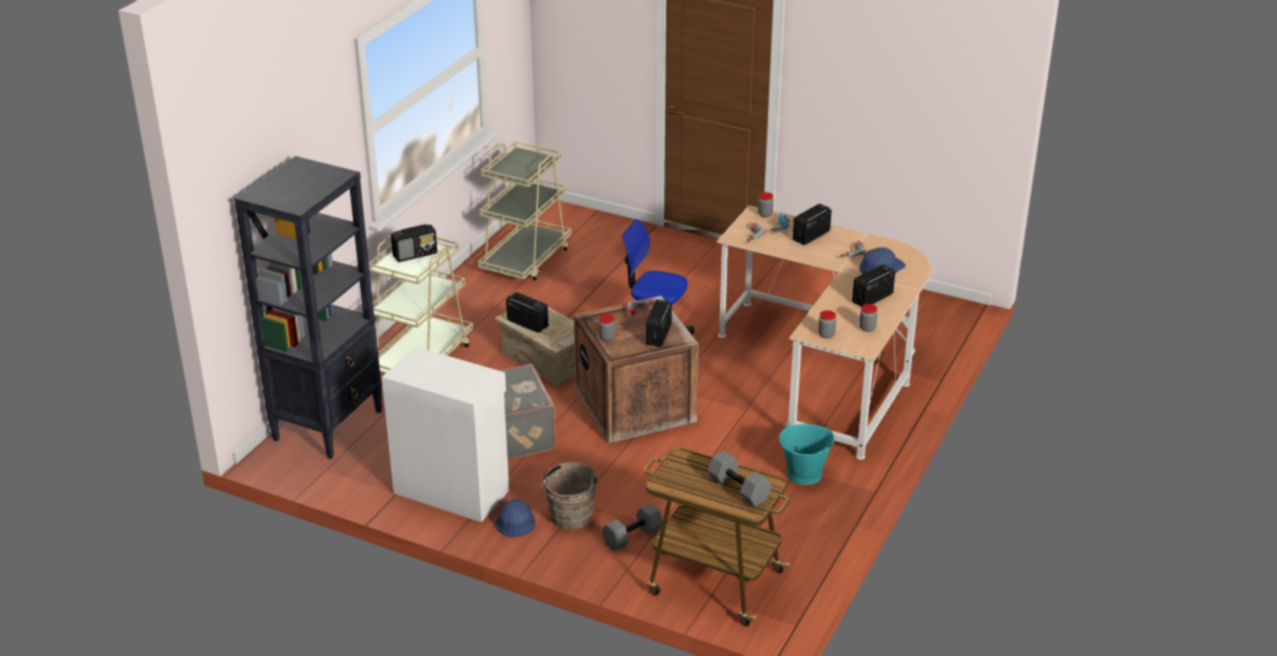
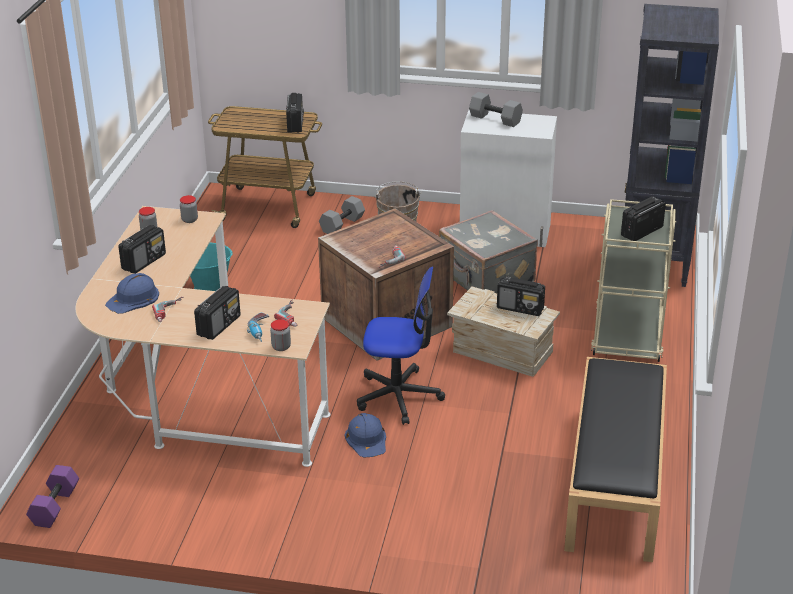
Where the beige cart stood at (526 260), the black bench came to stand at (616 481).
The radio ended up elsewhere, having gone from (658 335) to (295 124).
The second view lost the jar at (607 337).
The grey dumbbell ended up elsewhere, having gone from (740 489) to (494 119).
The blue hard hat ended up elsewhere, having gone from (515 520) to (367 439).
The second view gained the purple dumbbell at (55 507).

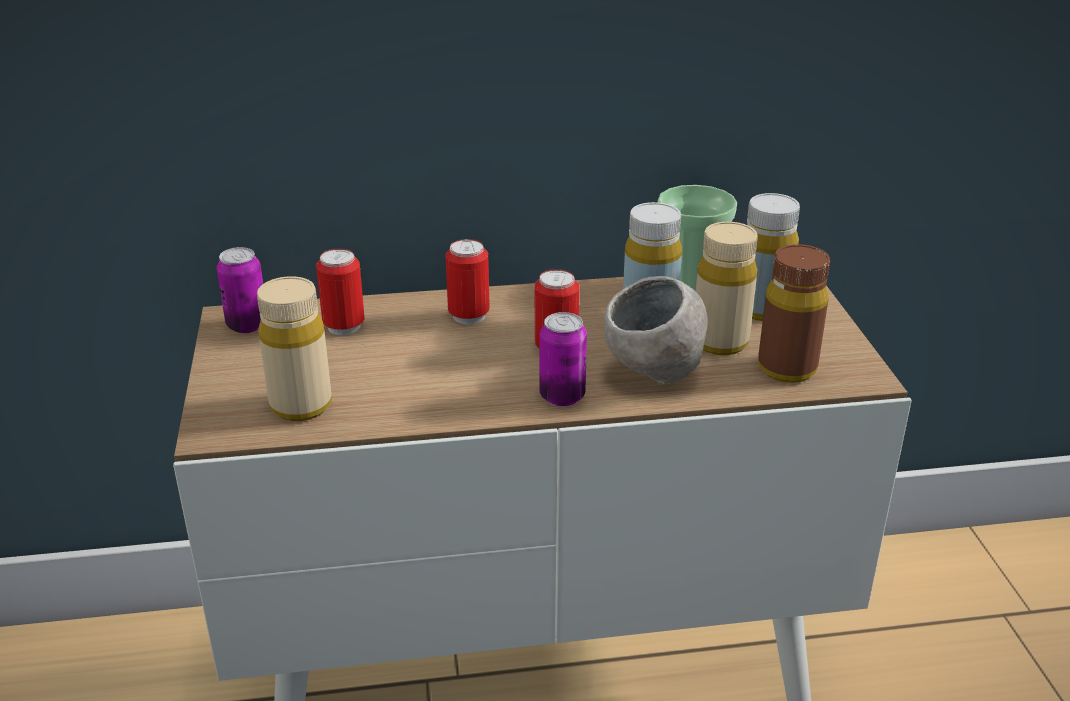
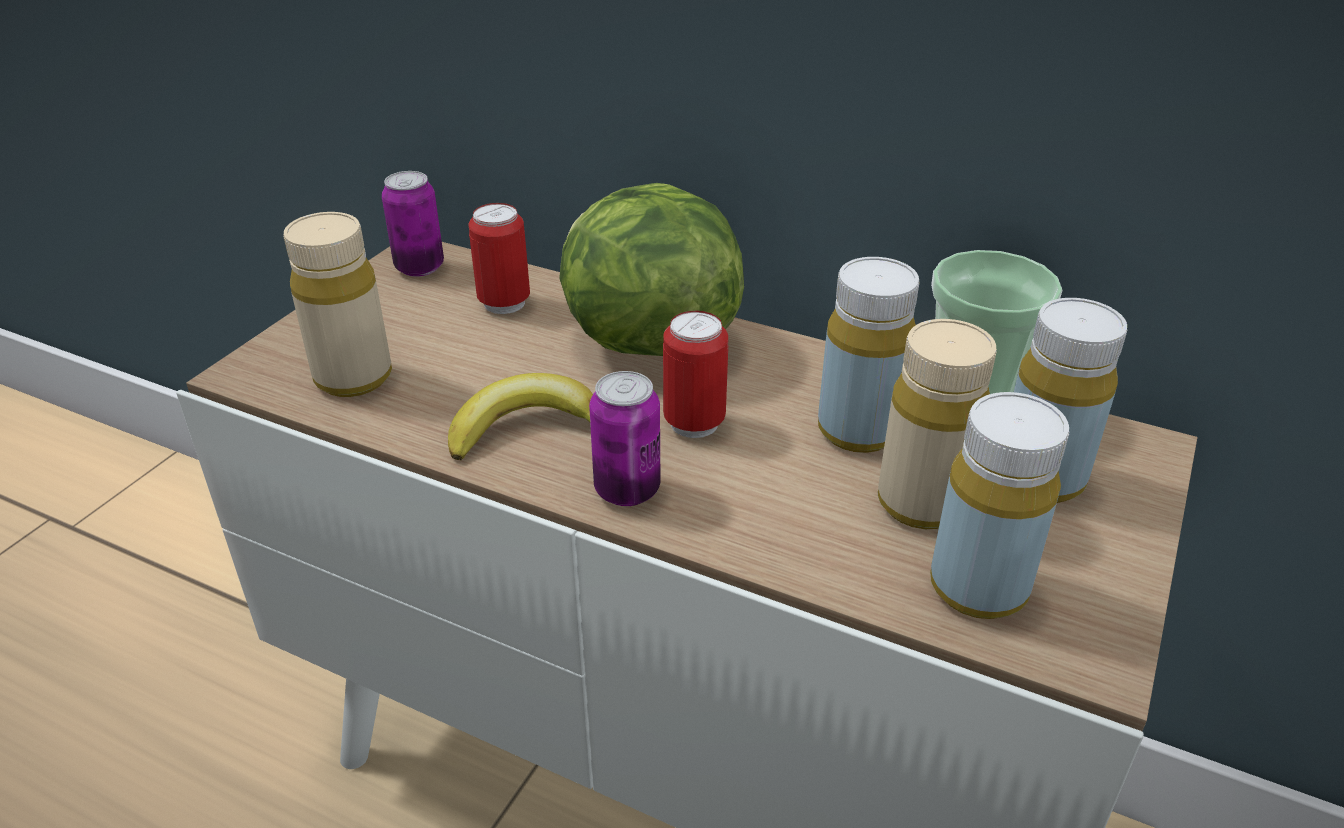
Where the can stood at (469 316), the lettuce came to stand at (646 340).
What was the brown bottle at (787 368) turned into the yellow bottle at (978 587).
The second view lost the grey bowl at (654 377).
The second view gained the banana at (527 430).

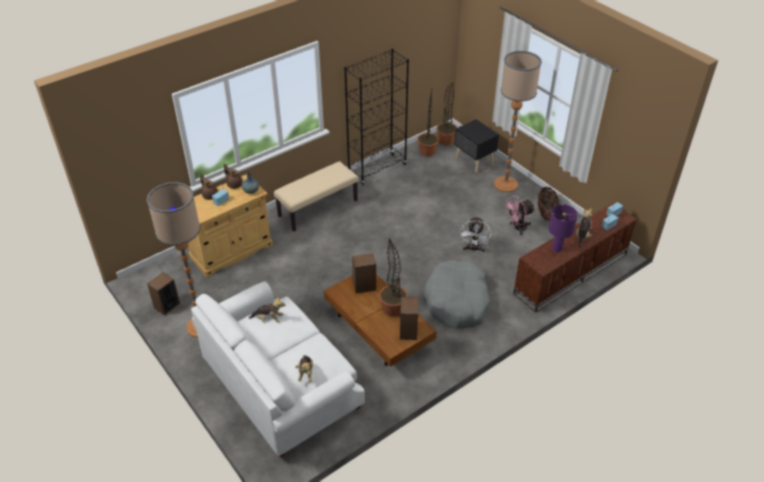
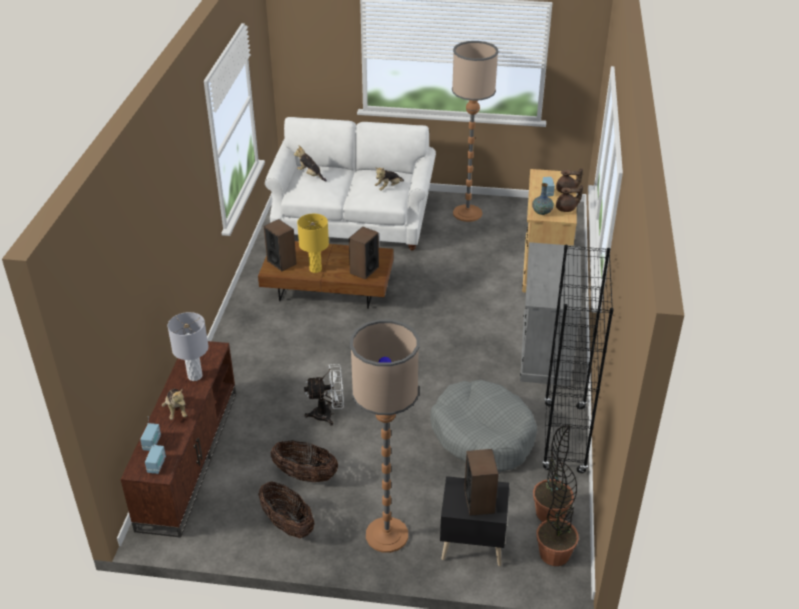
Where the beige bench stood at (318 208), the grey cabinet came to stand at (545 349).
Where the pink fan stood at (517 228), the basket came to stand at (305 475).
What was the purple table lamp at (557 249) turned into the grey table lamp at (194 376).
The white fan at (473 249) ended up facing another way, 120 degrees clockwise from before.
Where the potted plant stood at (393 309), the yellow table lamp came to stand at (315 269).
The grey dog bed ended up elsewhere, having gone from (457 302) to (483 435).
The speaker ended up elsewhere, having gone from (167 305) to (479 501).

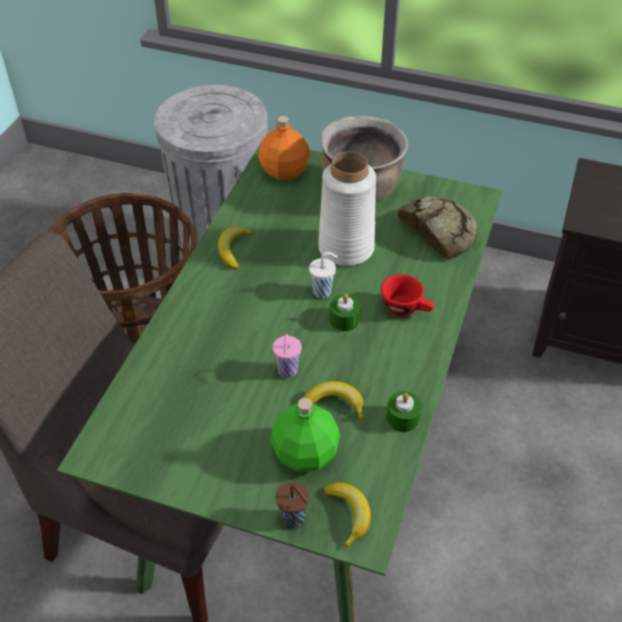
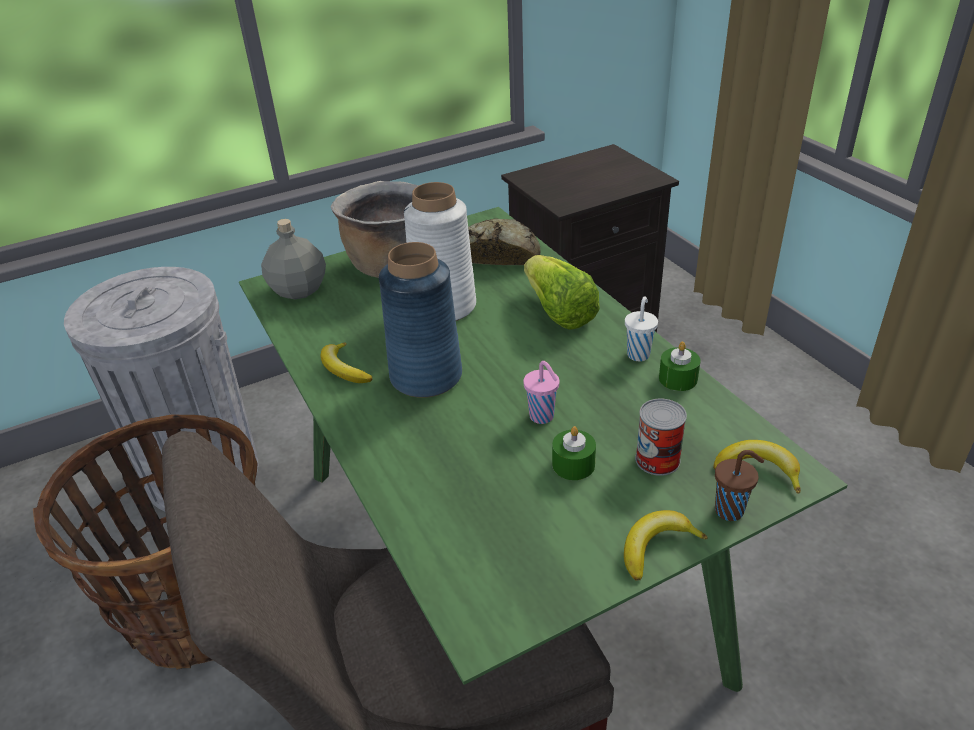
What was the orange bottle at (284 171) turned into the grey bottle at (299 290).
The white cup ended up elsewhere, having gone from (323 291) to (638 354).
Where the red cup stood at (406 309), the lettuce came to stand at (558 312).
The green candle ended up elsewhere, having gone from (344 319) to (573 464).
The banana ended up elsewhere, having gone from (334 404) to (656 547).
Where the green bottle stood at (305 454), the can came to stand at (657 459).
The second view gained the blue vase at (427 376).

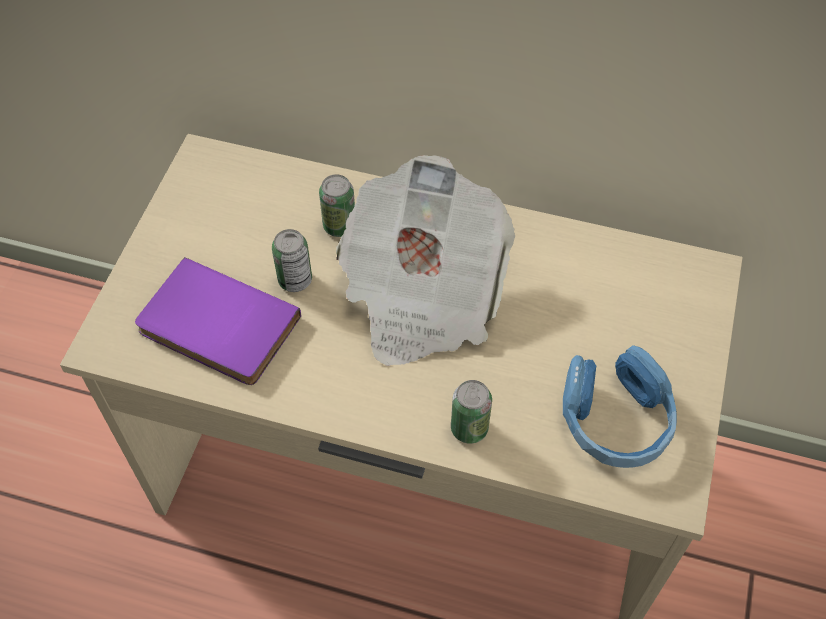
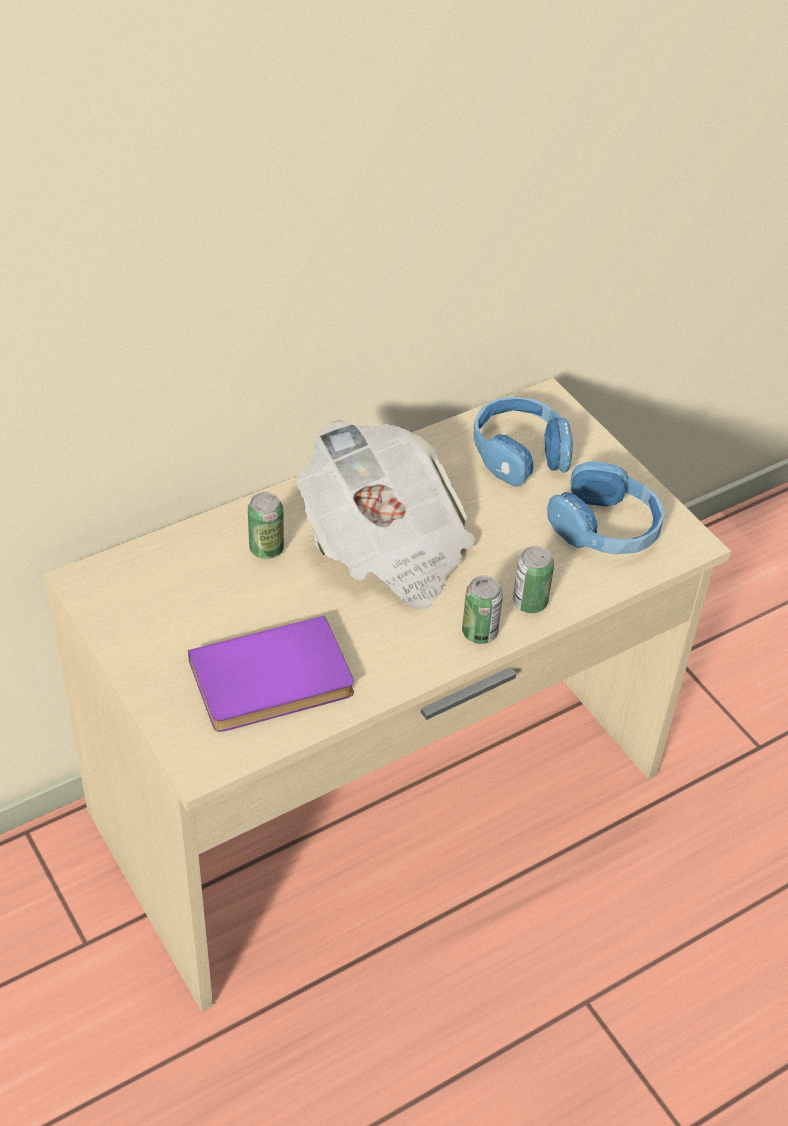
The can ended up elsewhere, having gone from (295 280) to (479 632).
The second view gained the blue headphones at (519 453).

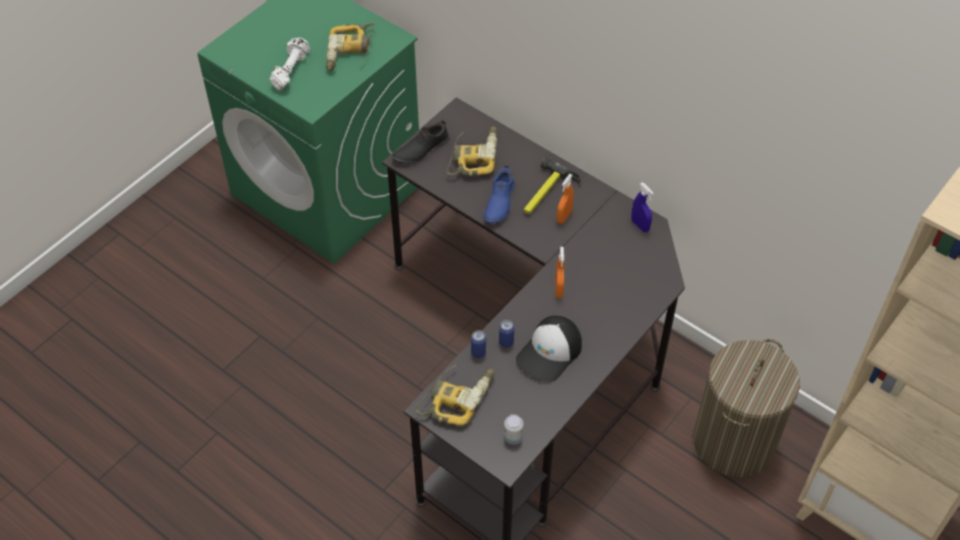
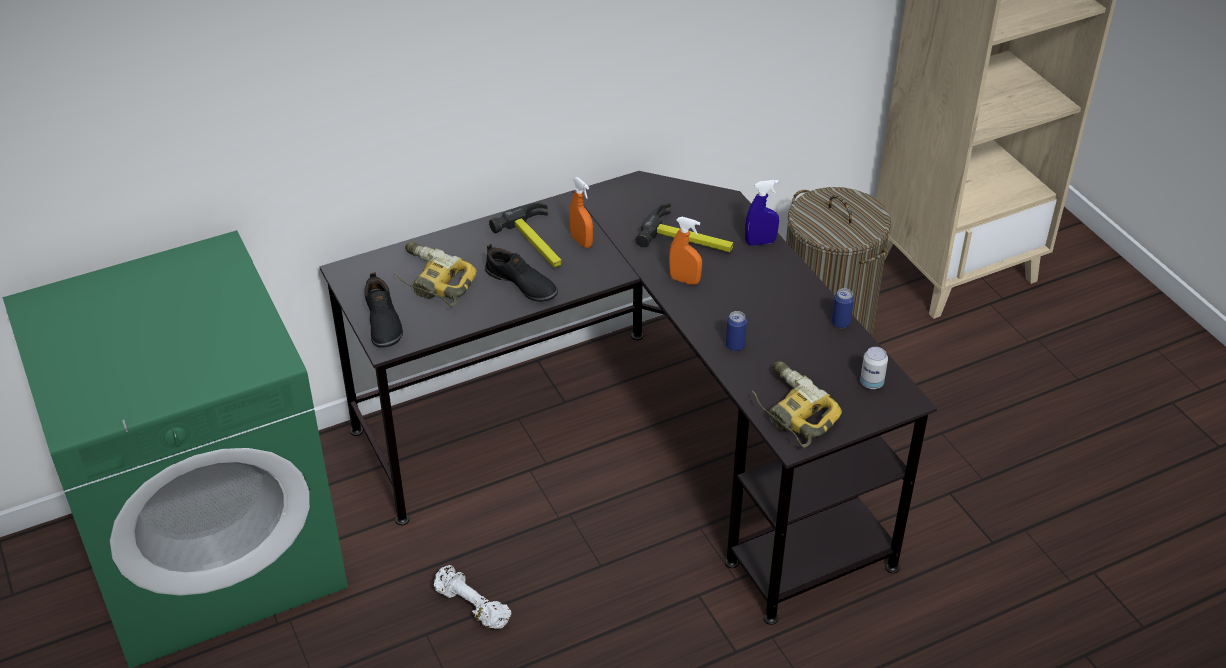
The second view lost the power drill at (350 52).
The white dumbbell ended up elsewhere, having gone from (290 70) to (471 607).
What was the blue shoe at (499 202) turned into the black shoe at (521 284).
The blue spray bottle ended up elsewhere, having gone from (640 225) to (760 242).
The second view lost the cap at (550 353).
The can ended up elsewhere, having gone from (478 353) to (840 323).
The second view gained the hammer at (689 239).

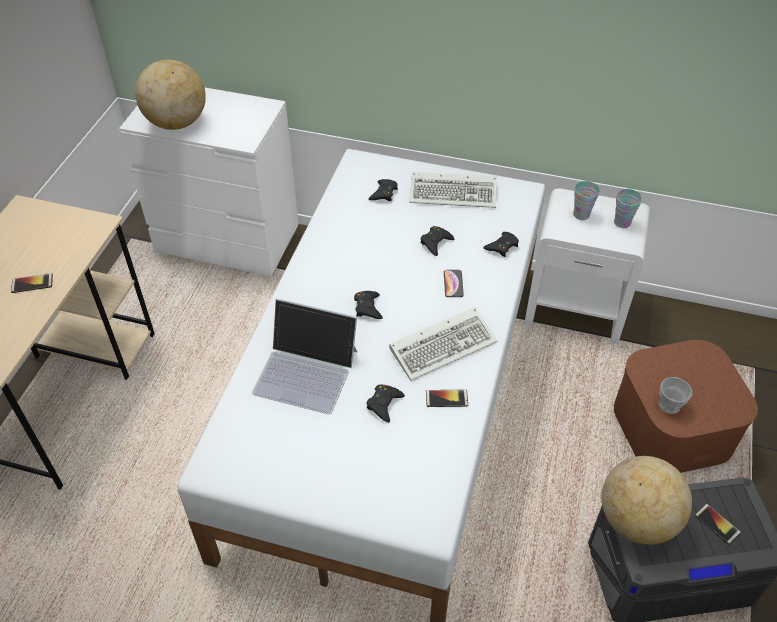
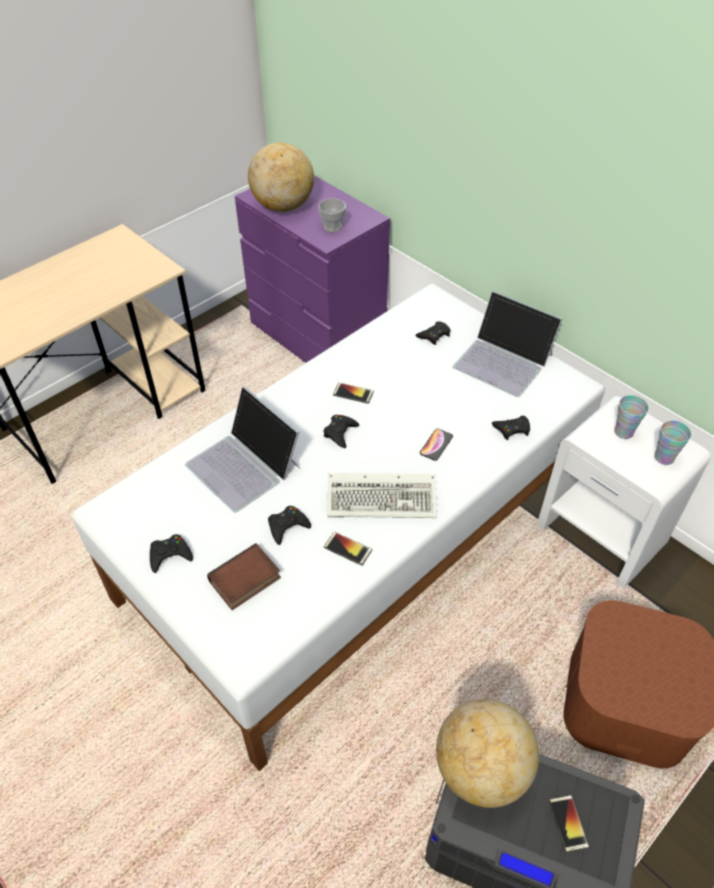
What was the white dresser at (228 240) turned into the purple dresser at (318 336).
Where the keyboard stood at (455 193), the laptop came to stand at (503 360).
The black game controller ended up elsewhere, having gone from (435 243) to (170 555).
The phone ended up elsewhere, having gone from (32 283) to (353 393).
The cup ended up elsewhere, having gone from (669 405) to (332 227).
The second view gained the book at (245 581).

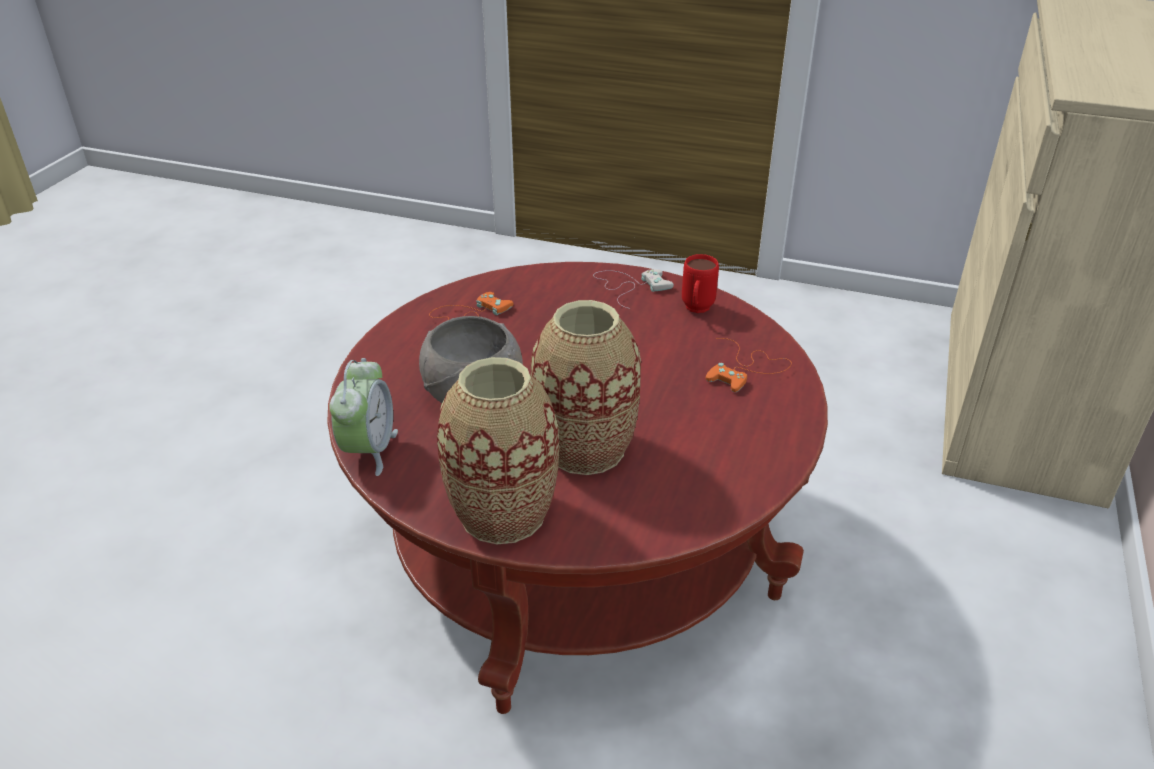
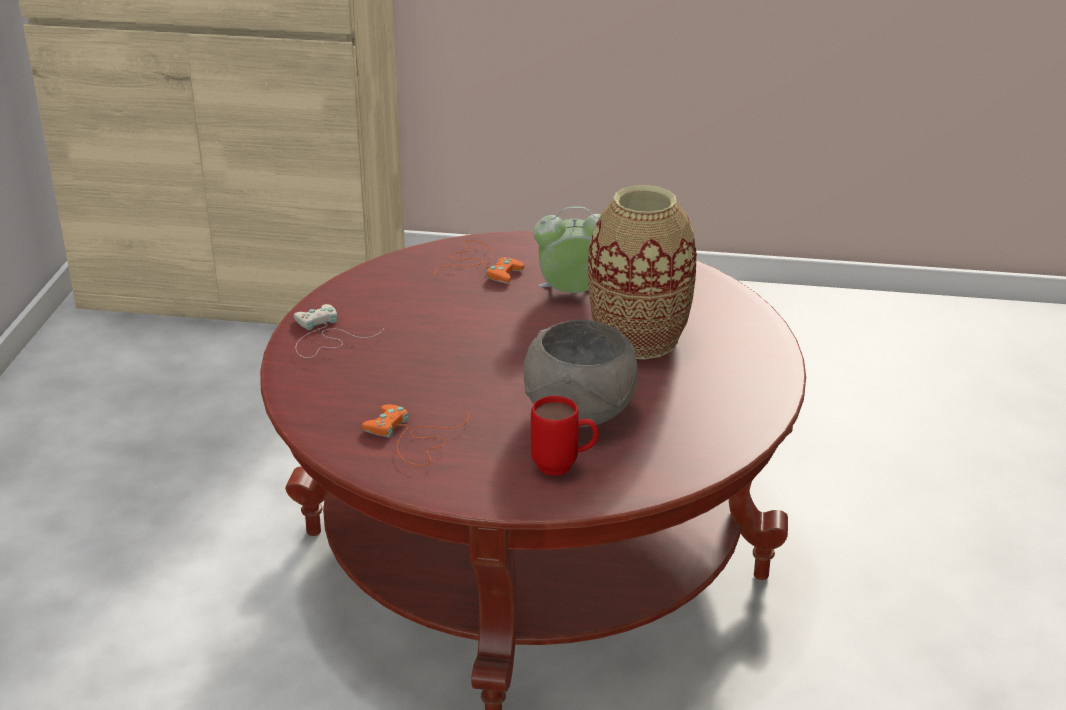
The red mug ended up elsewhere, having gone from (696 311) to (564 467).
The second view lost the vase at (502 513).
The alarm clock ended up elsewhere, having gone from (369 450) to (573 293).

